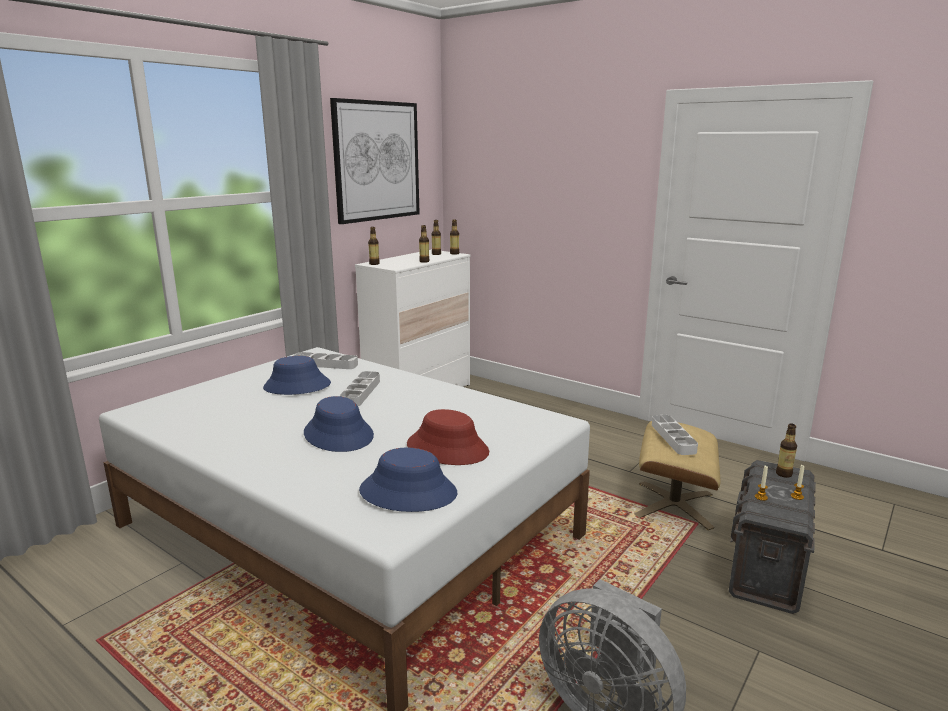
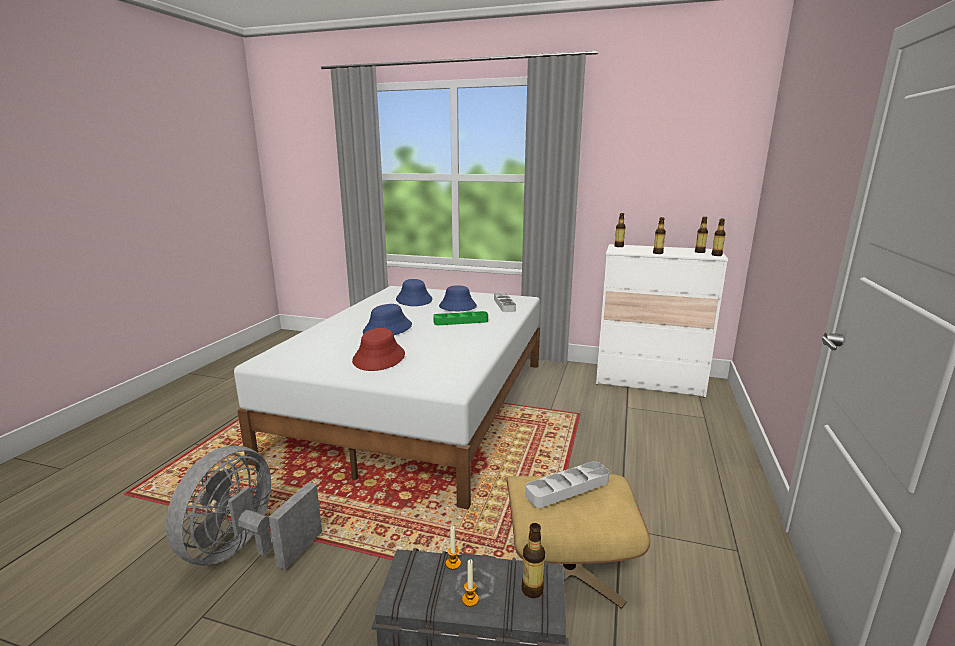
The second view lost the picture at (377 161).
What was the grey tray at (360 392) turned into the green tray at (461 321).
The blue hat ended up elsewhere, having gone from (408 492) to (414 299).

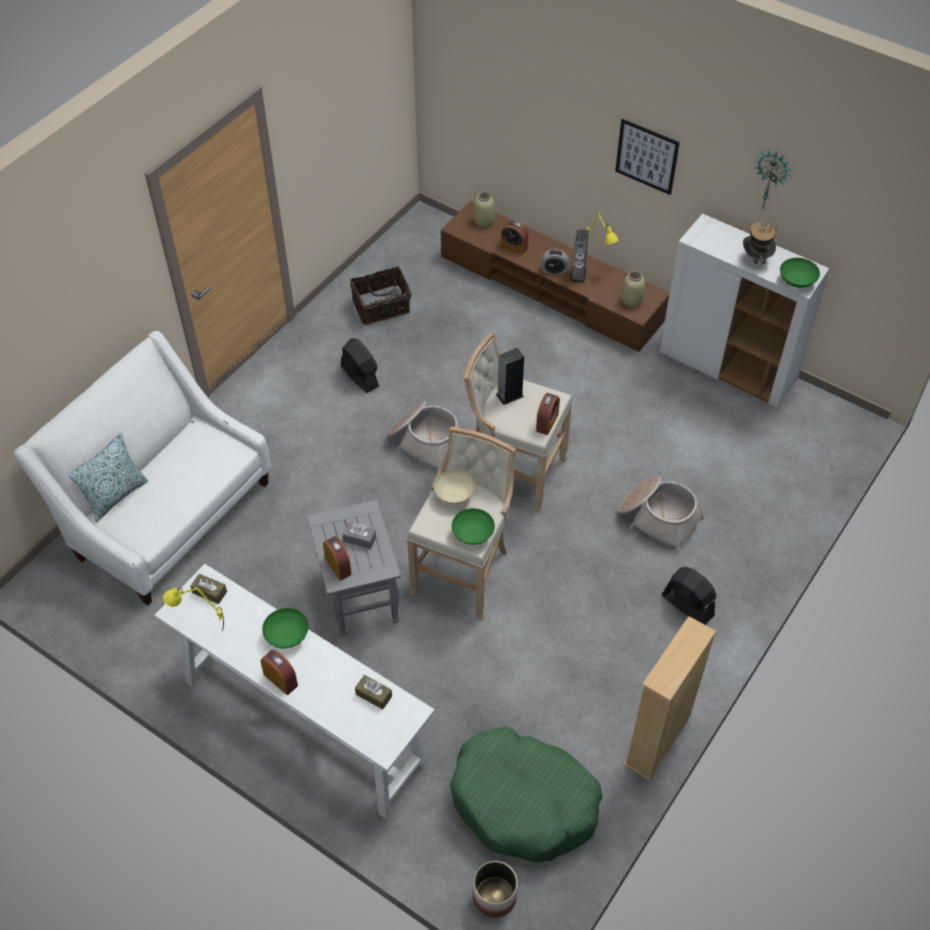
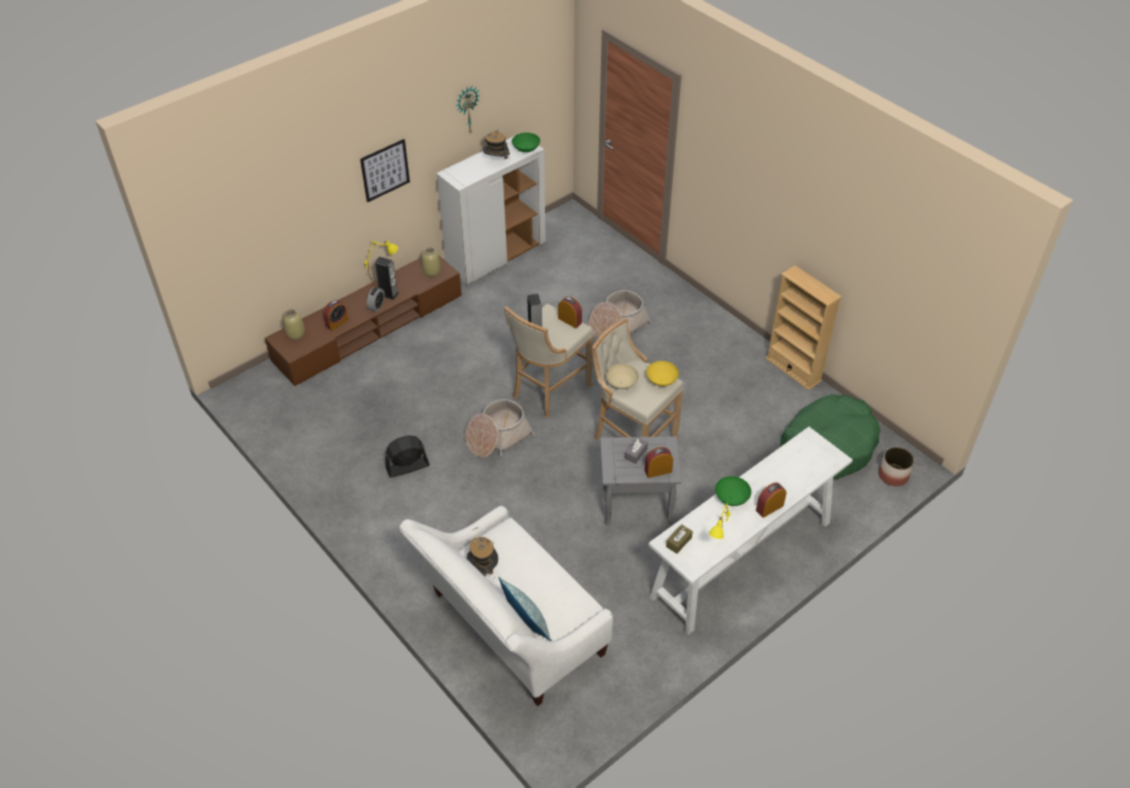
The second view lost the basket at (382 307).
What was the green bowl at (472 534) turned into the yellow bowl at (661 381).
The second view lost the black fan at (687 605).
The second view lost the brown tissue box at (374 695).
The second view gained the hat at (483 568).

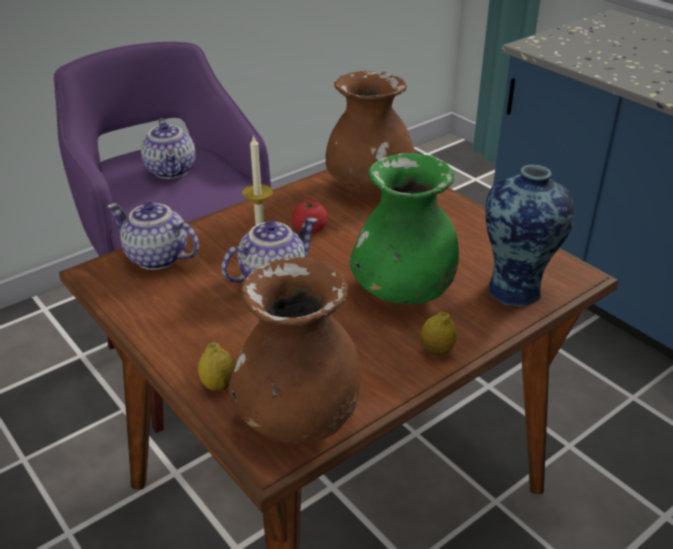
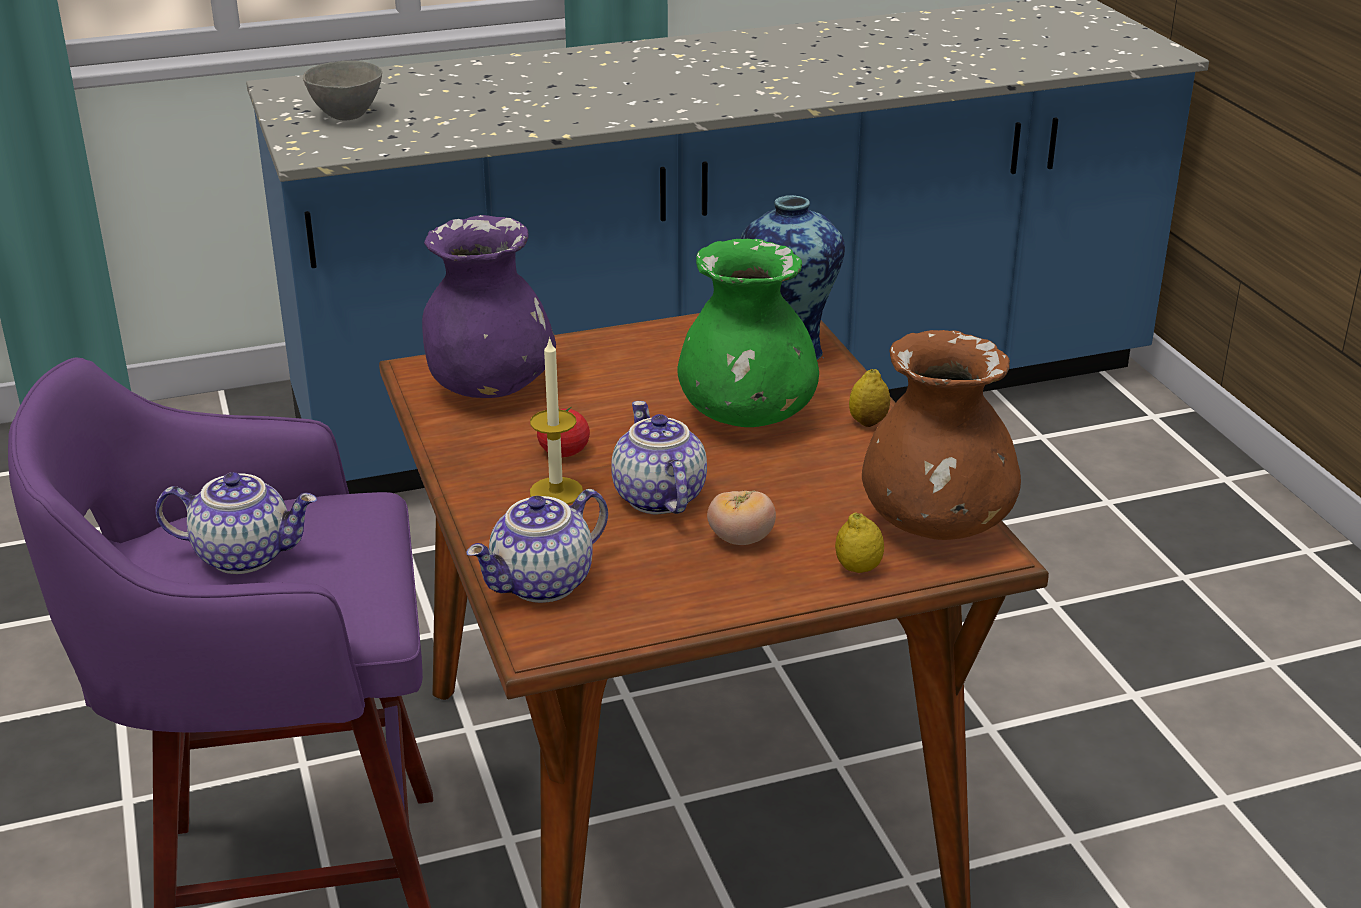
What was the brown vase at (370 187) turned into the purple vase at (489 387).
The second view gained the grey bowl at (347 116).
The second view gained the tomato at (741 539).

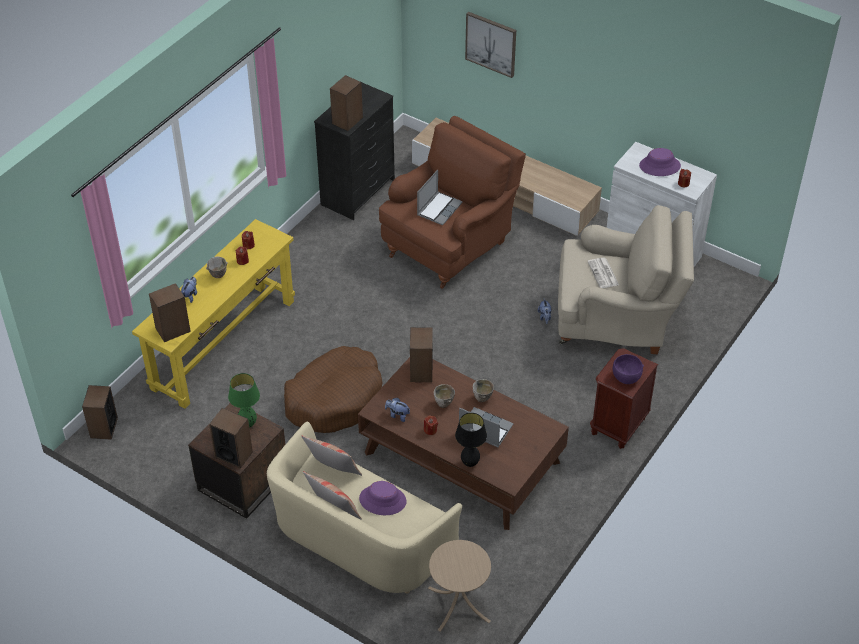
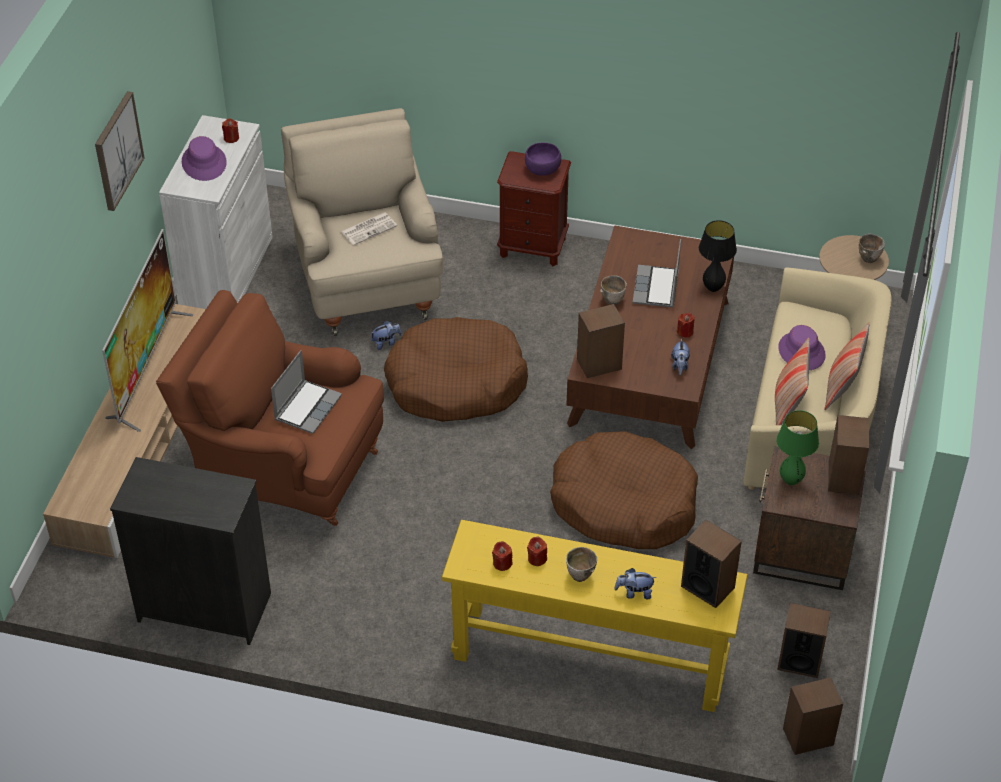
The picture ended up elsewhere, having gone from (491 44) to (117 150).
The speaker ended up elsewhere, having gone from (347 120) to (799 661).
The laptop at (439 209) ended up facing another way, 105 degrees clockwise from before.
The bowl ended up elsewhere, having gone from (444 404) to (869 258).
The second view gained the television at (147 368).
The second view gained the brown dog bed at (456 383).

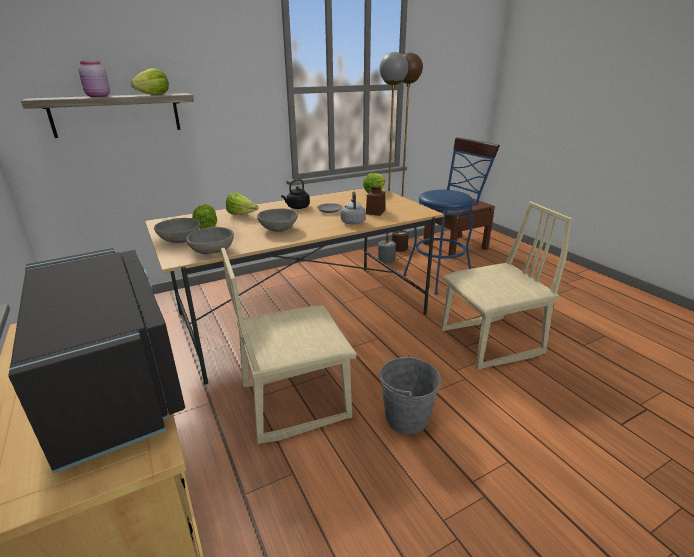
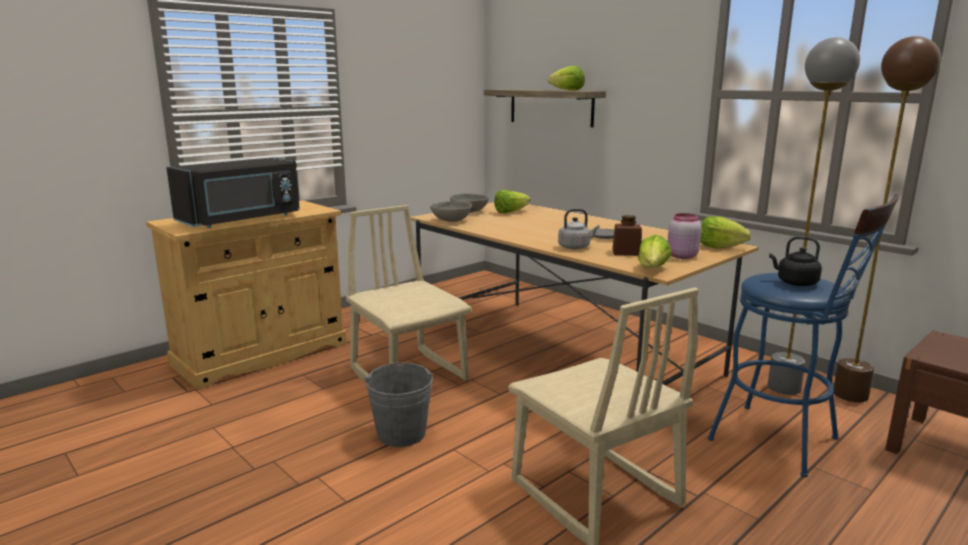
The pink jar ended up elsewhere, having gone from (98 96) to (681 256).
The black kettle ended up elsewhere, having gone from (297 207) to (794 283).
The lettuce ended up elsewhere, having gone from (242 215) to (652 270).
The second view lost the grey bowl at (278 229).

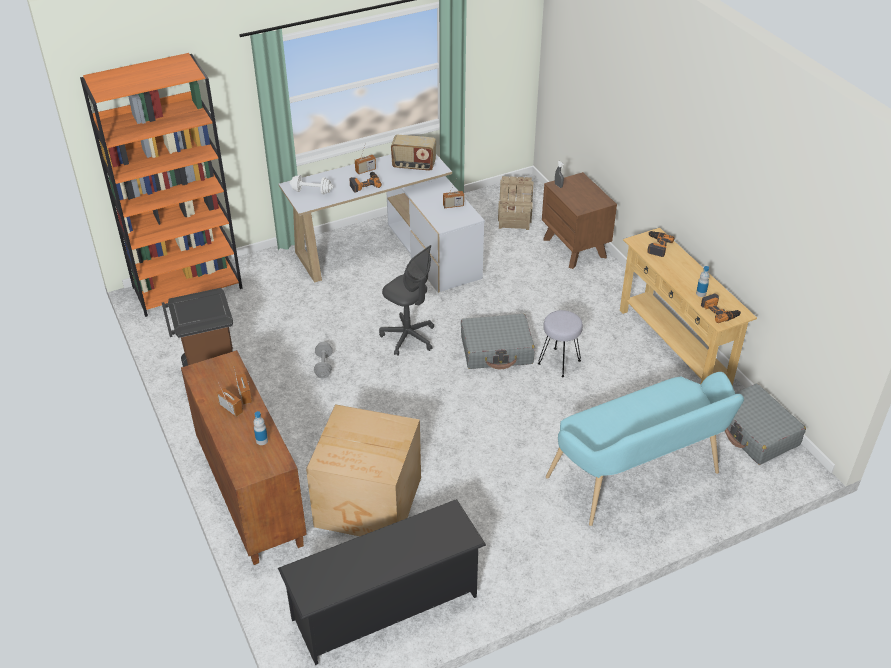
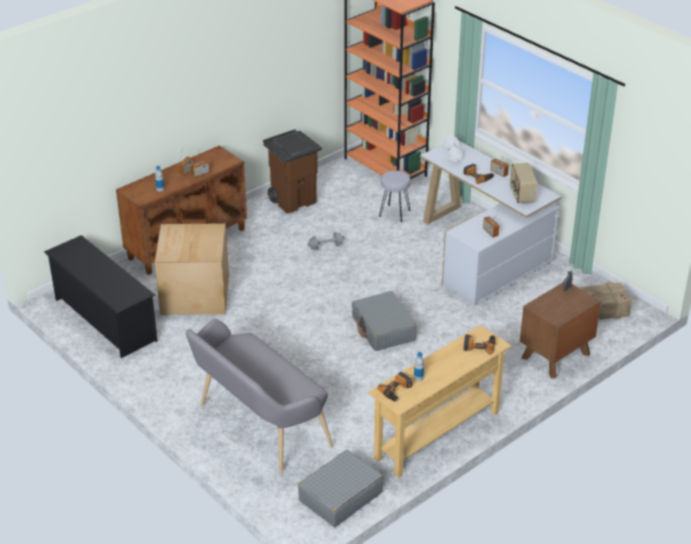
The second view lost the grey office chair at (408 337).
The grey stool ended up elsewhere, having gone from (559 363) to (394 213).
What was the turquoise bench at (639 479) turned into the grey bench at (258 427).

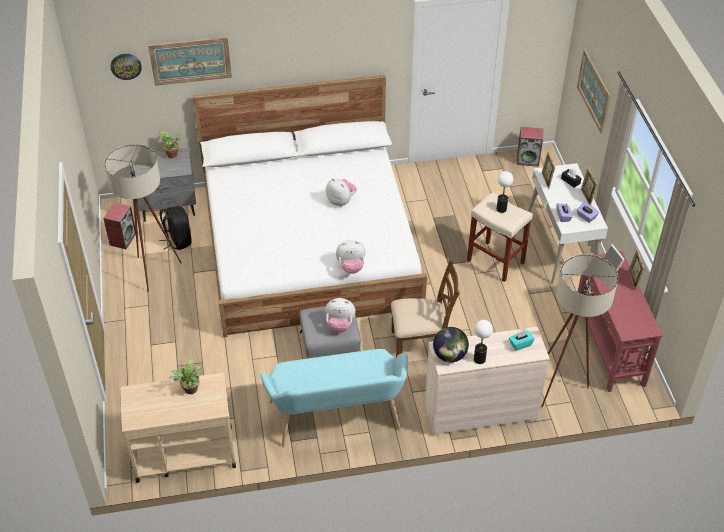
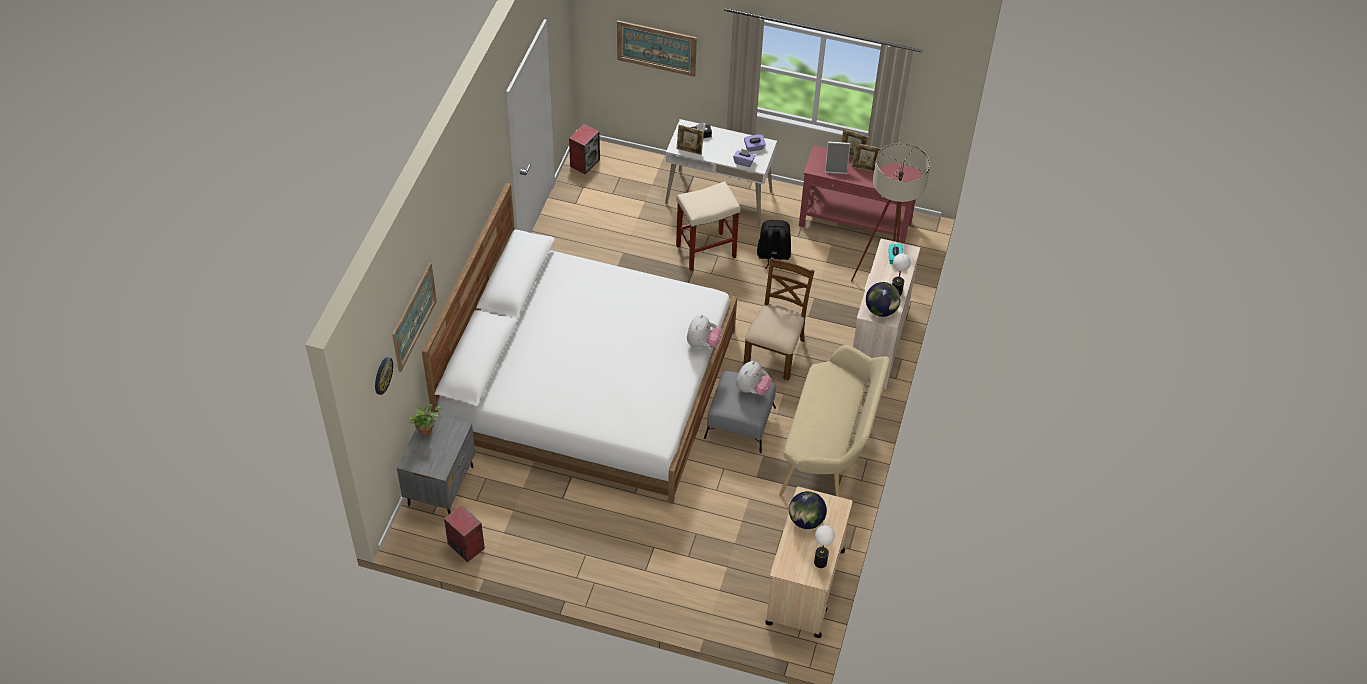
The second view lost the beige floor lamp at (153 275).
The picture frame ended up elsewhere, having gone from (586 197) to (864 169).
The table lamp ended up elsewhere, having gone from (501 209) to (820 562).
The second view lost the plush toy at (341 201).
The black backpack ended up elsewhere, having gone from (177 241) to (773 256).
What was the turquoise bench at (337 420) turned into the beige bench at (830 452).
Where the potted plant stood at (190 390), the globe came to stand at (806 520).

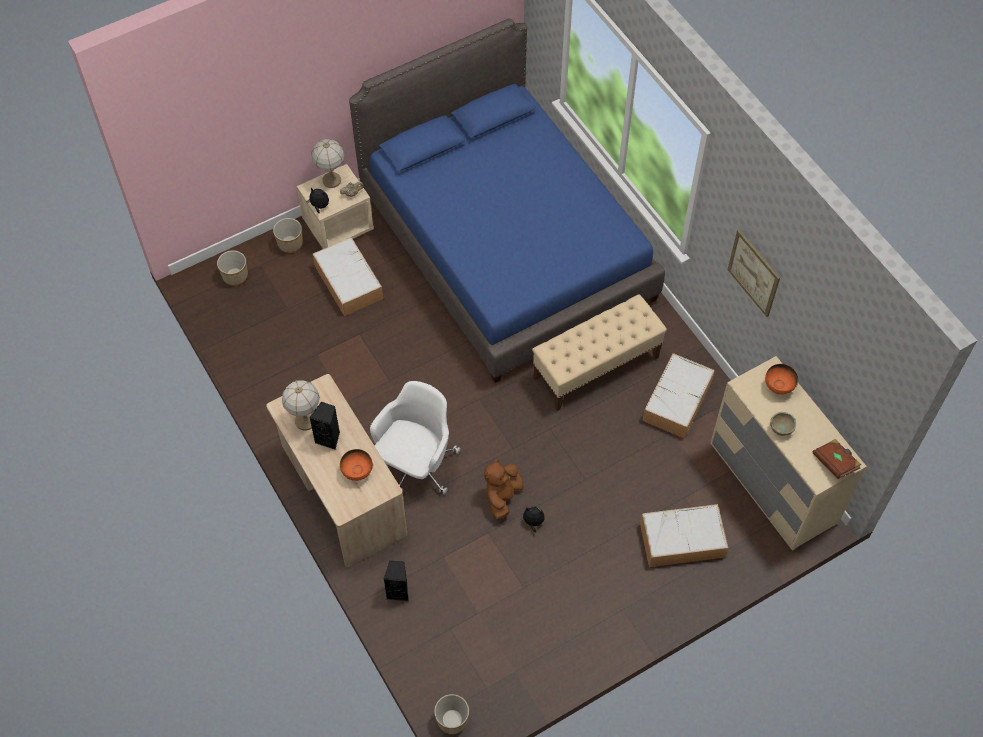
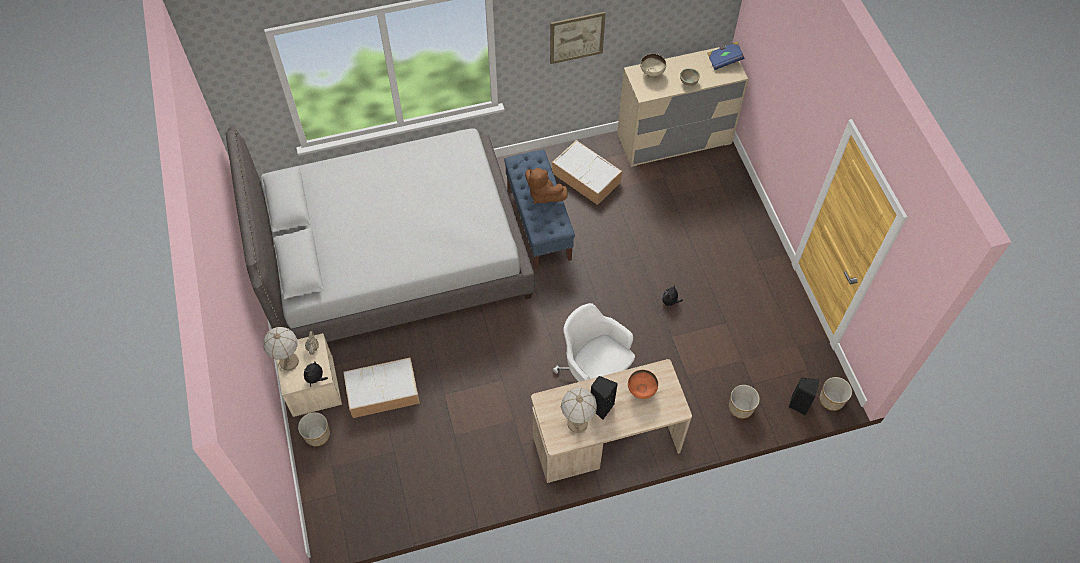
What was the blue bed at (507 246) turned into the grey bed at (393 256).
The planter ended up elsewhere, having gone from (235 275) to (740 407).
What was the beige bench at (596 367) turned into the blue bench at (538 222).
What was the orange bowl at (778 387) turned into the beige bowl at (652 73).
What was the brown book at (835 462) turned into the blue book at (724 60).
The brown plush toy ended up elsewhere, having gone from (502 496) to (543 194).
The second view lost the storage box at (681 540).
The black speaker ended up elsewhere, having gone from (398 591) to (798 404).

